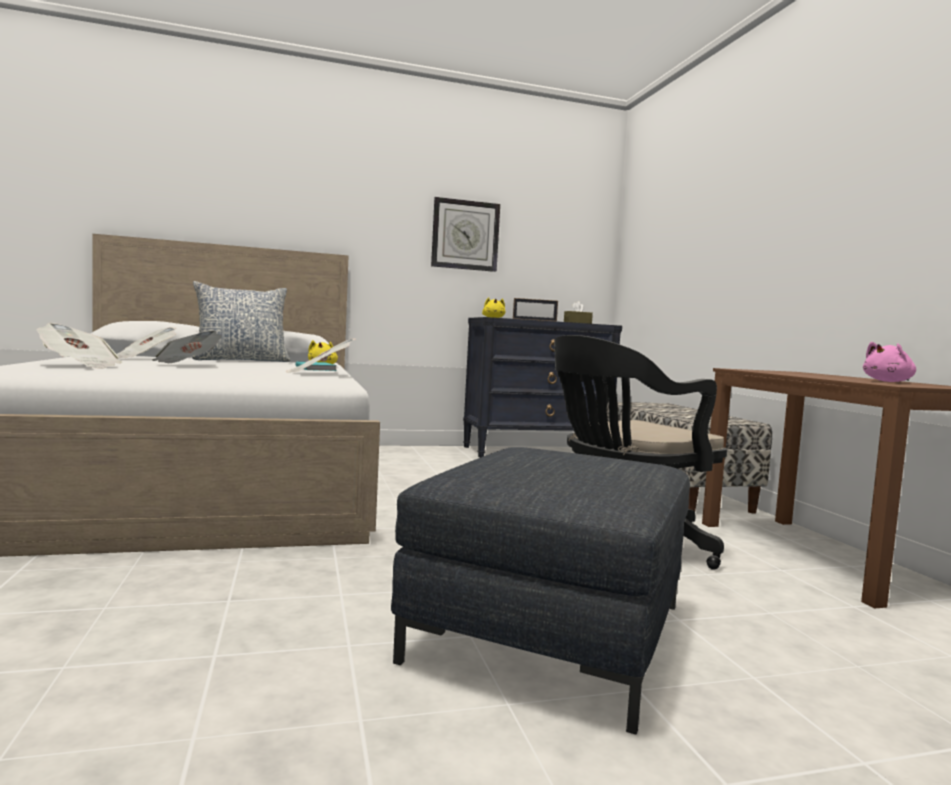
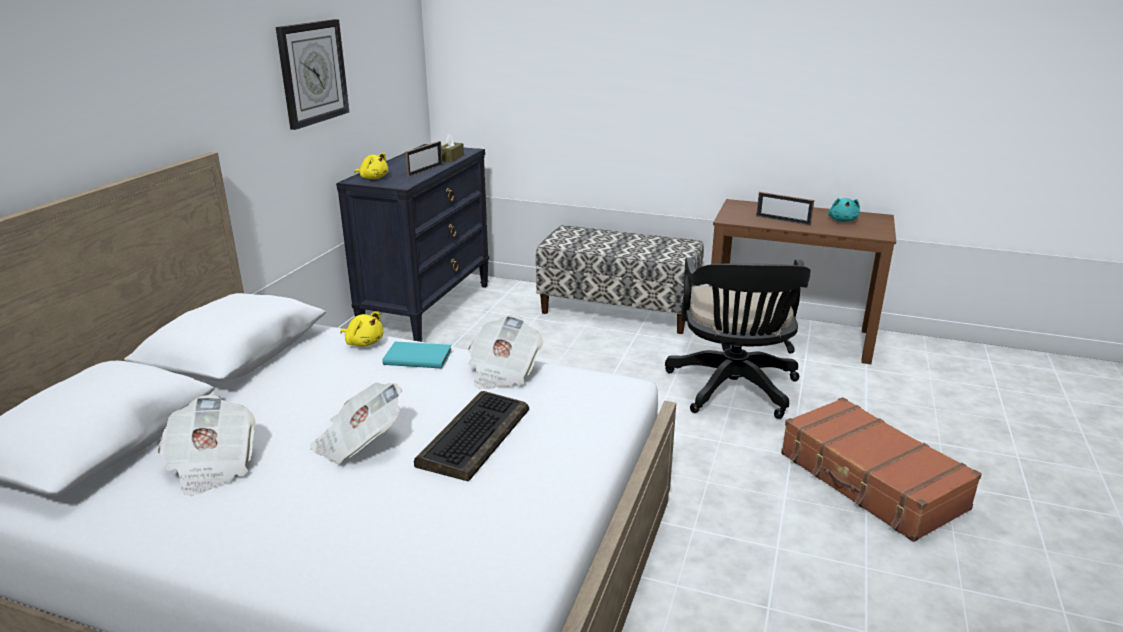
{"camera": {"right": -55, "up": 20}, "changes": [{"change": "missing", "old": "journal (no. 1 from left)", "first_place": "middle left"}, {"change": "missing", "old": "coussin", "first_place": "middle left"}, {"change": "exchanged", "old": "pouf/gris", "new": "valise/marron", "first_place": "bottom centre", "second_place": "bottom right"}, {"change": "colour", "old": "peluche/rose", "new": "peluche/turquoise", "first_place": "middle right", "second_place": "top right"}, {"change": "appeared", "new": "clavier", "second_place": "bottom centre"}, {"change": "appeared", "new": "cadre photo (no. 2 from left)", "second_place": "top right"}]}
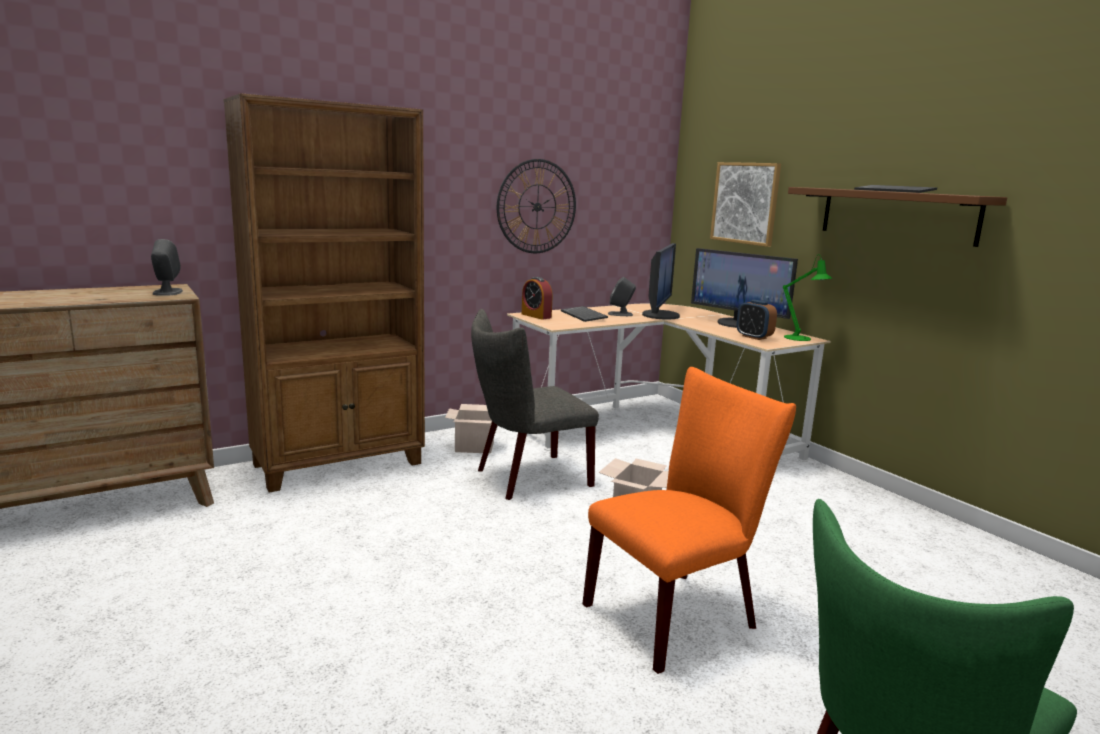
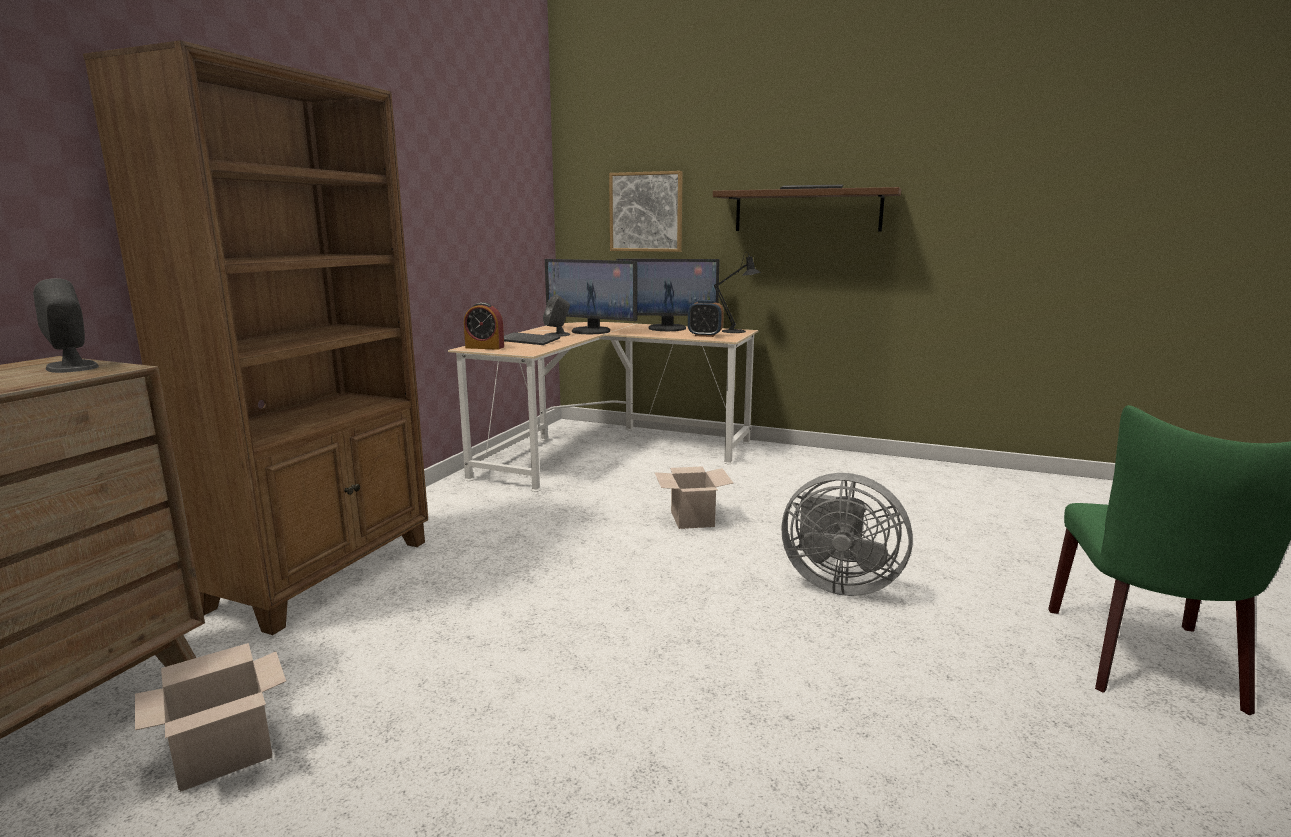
{"camera": {"right": -35, "up": 0}, "changes": [{"change": "relocated", "old": "carton (no. 1 from left)", "first_place": "centre", "second_place": "bottom left"}, {"change": "missing", "old": "chaise/gris", "first_place": "centre"}, {"change": "missing", "old": "horloge murale", "first_place": "top centre"}, {"change": "exchanged", "old": "chaise/orange", "new": "ventilateur/gris", "first_place": "bottom centre", "second_place": "centre"}, {"change": "spun", "old": "écran d'ordinateur (no. 1 from left)", "first_place": "centre", "second_place": "centre", "degrees": 135}, {"change": "colour", "old": "lampe de table/vert", "new": "lampe de table/noir", "first_place": "middle right", "second_place": "centre"}]}
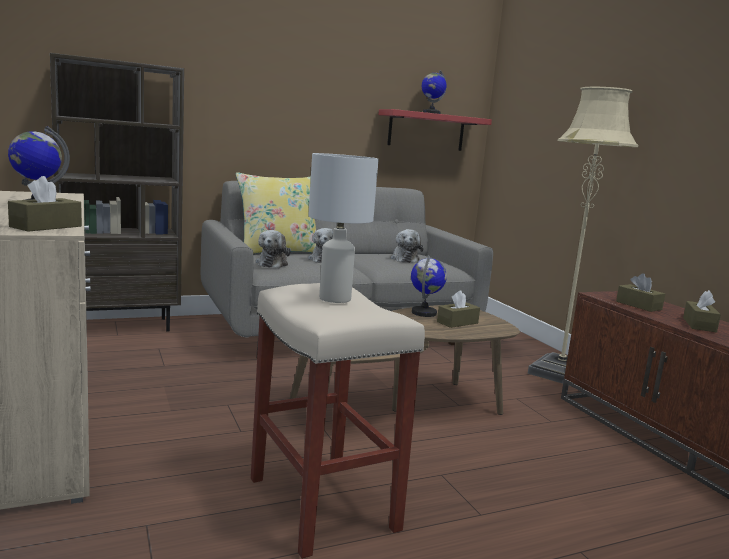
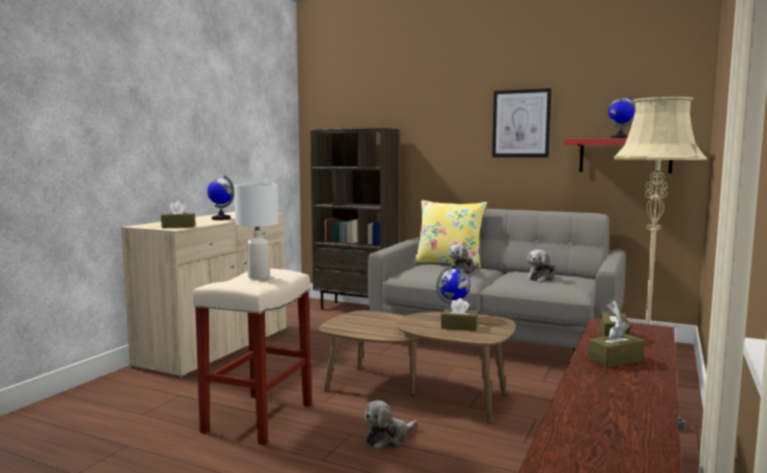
{"camera": {"right": 50, "up": -5}, "changes": [{"change": "relocated", "old": "peluche (no. 1 from left)", "first_place": "centre", "second_place": "bottom centre"}, {"change": "appeared", "new": "tableau", "second_place": "top right"}]}
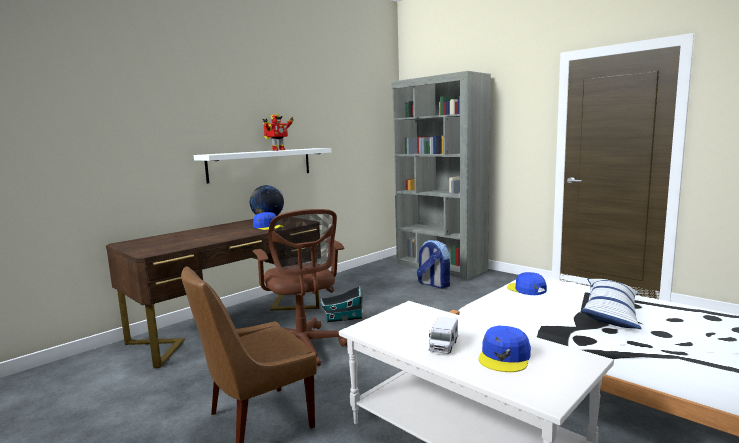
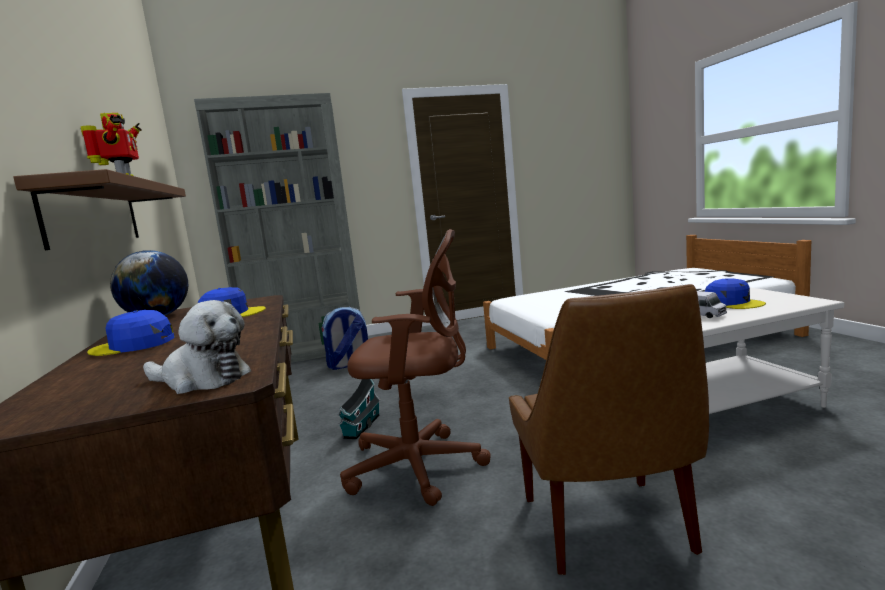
{"camera": {"right": -60, "up": 0}, "changes": [{"change": "colour", "old": "étagère/blanc", "new": "étagère/marron", "first_place": "centre", "second_place": "middle left"}, {"change": "relocated", "old": "casquette/bleu (no. 3 from left in the first image)", "new": "casquette/bleu (no. 1 from left)", "first_place": "middle right", "second_place": "middle left"}, {"change": "missing", "old": "coussin", "first_place": "bottom right"}, {"change": "appeared", "new": "peluche", "second_place": "middle left"}]}
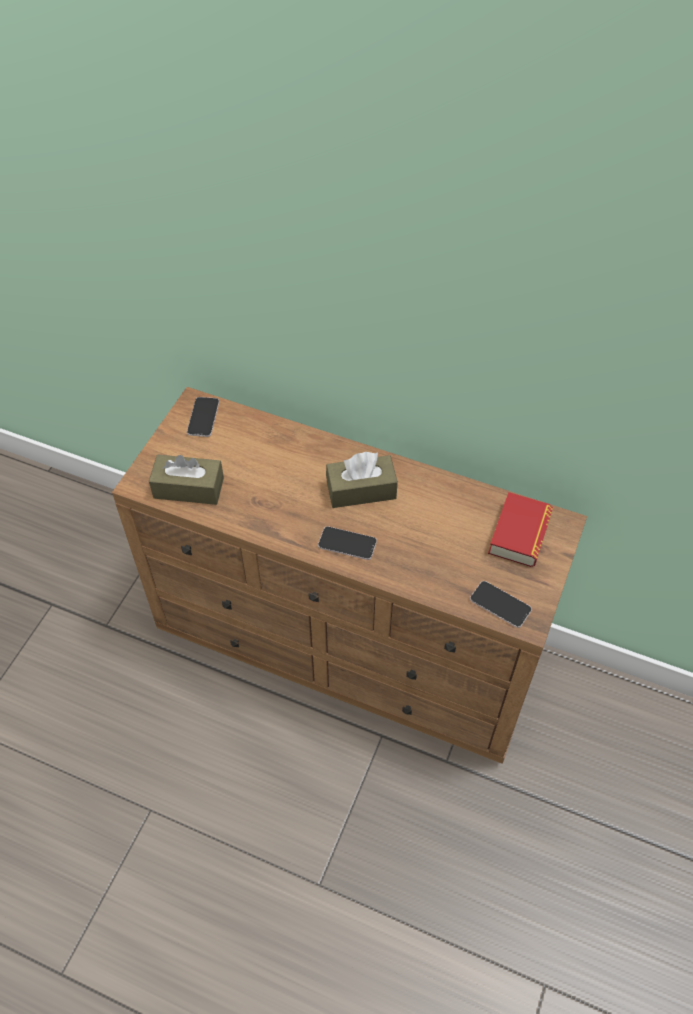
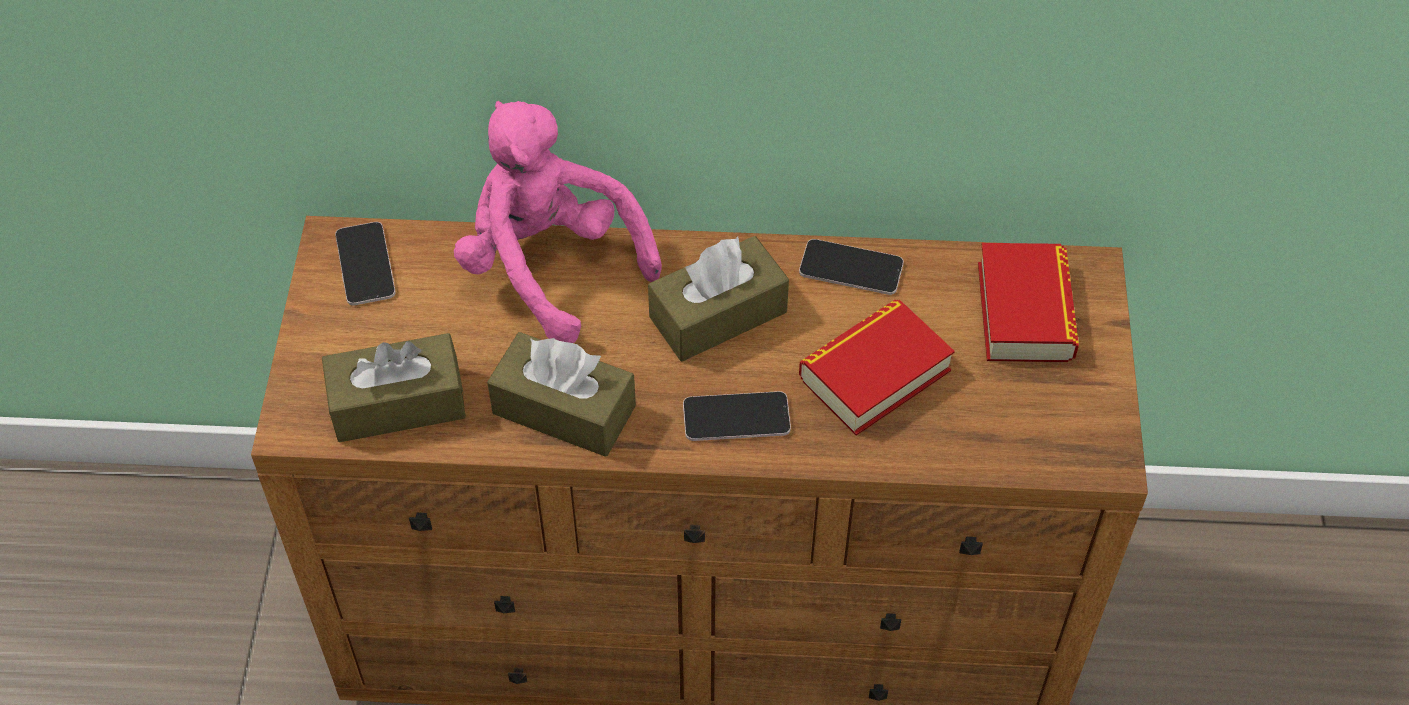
{"camera": {"right": -20, "up": 0}, "changes": [{"change": "relocated", "old": "téléphone (no. 3 from left)", "first_place": "middle right", "second_place": "centre"}, {"change": "appeared", "new": "peluche/rose", "second_place": "top centre"}, {"change": "appeared", "new": "boîte à mouchoirs/marron (no. 2 from left)", "second_place": "centre"}, {"change": "appeared", "new": "livre (no. 1 from left)", "second_place": "centre"}]}
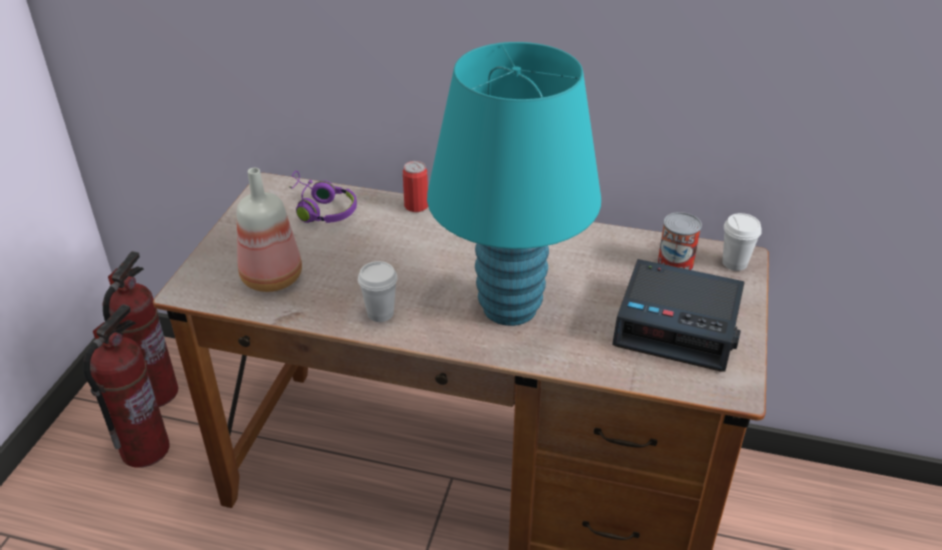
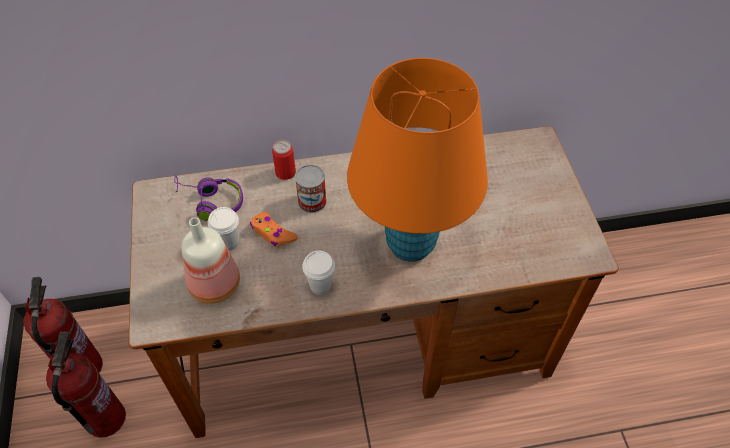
{"camera": {"right": -25, "up": 15}, "changes": [{"change": "colour", "old": "lampe de table/turquoise", "new": "lampe de table/orange", "first_place": "centre", "second_place": "centre"}, {"change": "missing", "old": "réveil", "first_place": "middle right"}, {"change": "relocated", "old": "boîte métallique (no. 2 from left)", "first_place": "middle right", "second_place": "centre"}, {"change": "relocated", "old": "tasse/blanc (no. 2 from left in the first image)", "new": "tasse/blanc (no. 1 from left)", "first_place": "middle right", "second_place": "middle left"}, {"change": "appeared", "new": "manette/orange", "second_place": "centre"}]}
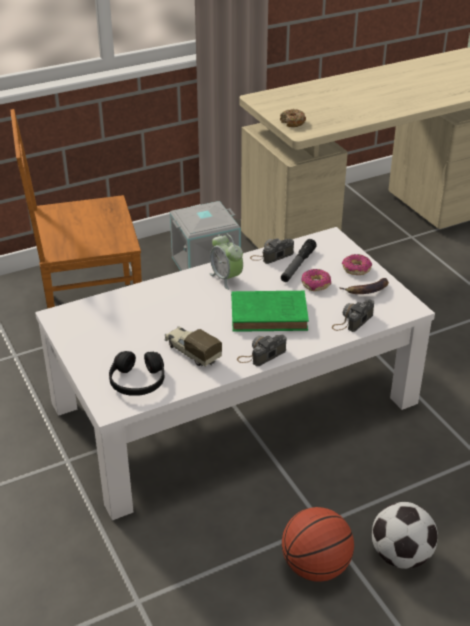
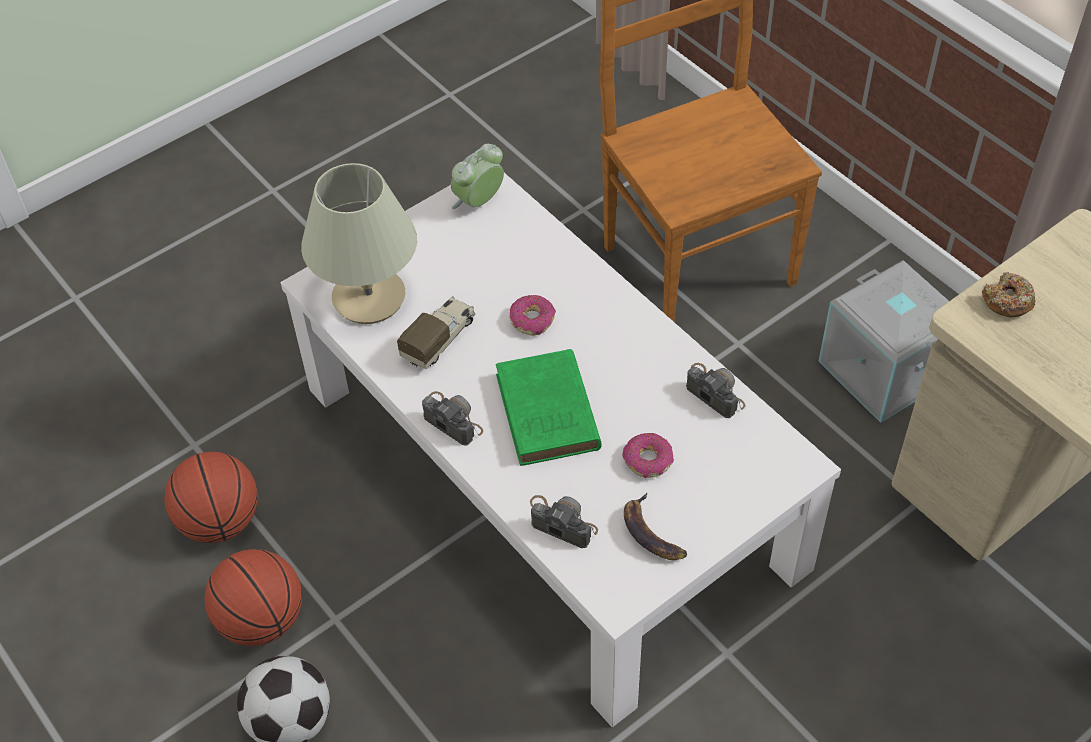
{"camera": {"right": 80, "up": 15}, "changes": [{"change": "exchanged", "old": "casque audio/noir", "new": "lampe de table/beige", "first_place": "middle left", "second_place": "top left"}, {"change": "relocated", "old": "réveil", "first_place": "centre", "second_place": "top centre"}, {"change": "missing", "old": "lampe de poche", "first_place": "centre"}, {"change": "relocated", "old": "beignet (no. 3 from left in the first image)", "new": "beignet (no. 1 from left)", "first_place": "middle right", "second_place": "centre"}, {"change": "appeared", "new": "ballon de basket (no. 1 from left)", "second_place": "bottom left"}]}
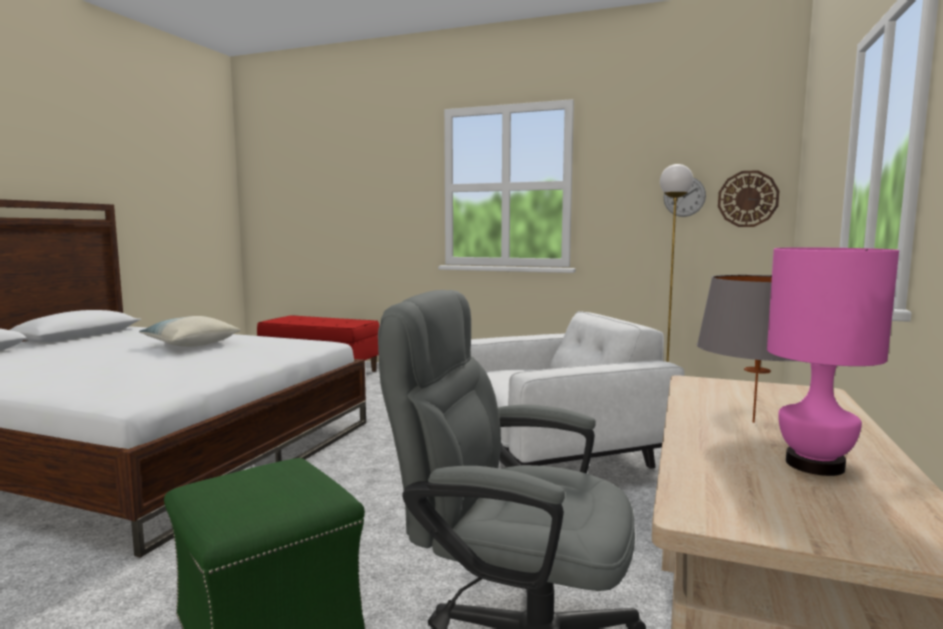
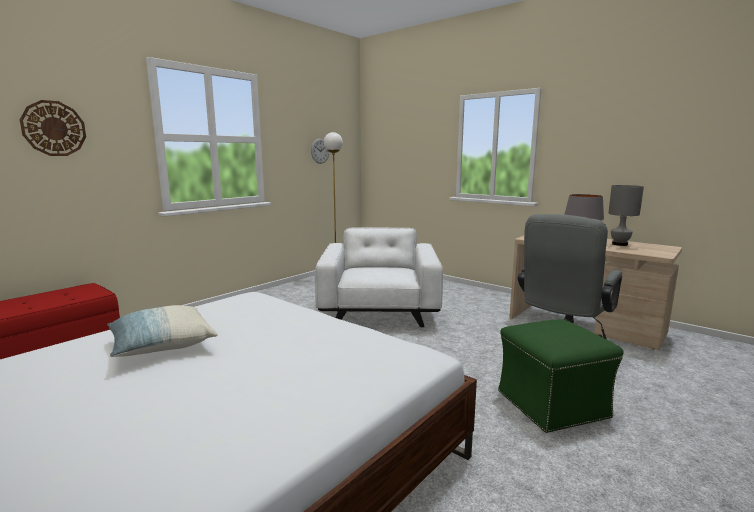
{"camera": {"right": -70, "up": 5}, "changes": [{"change": "relocated", "old": "horloge murale (no. 2 from left in the first image)", "new": "horloge murale (no. 1 from left)", "first_place": "top right", "second_place": "top left"}, {"change": "colour", "old": "lampe de table/rose", "new": "lampe de table/gris (no. 2 from left)", "first_place": "middle right", "second_place": "middle right"}]}
